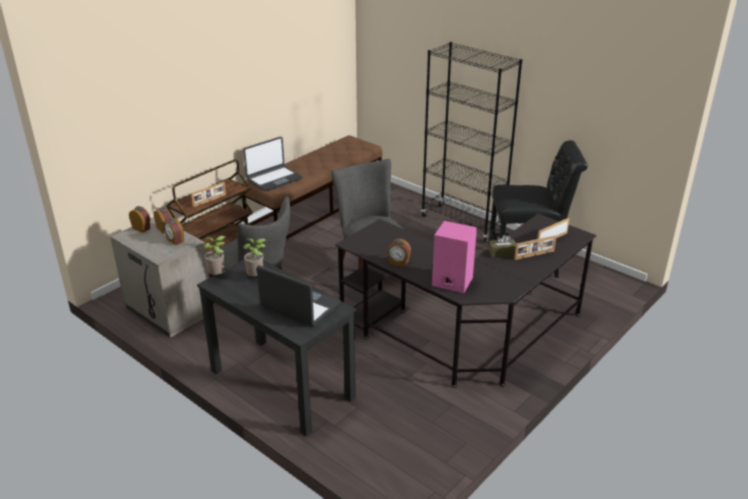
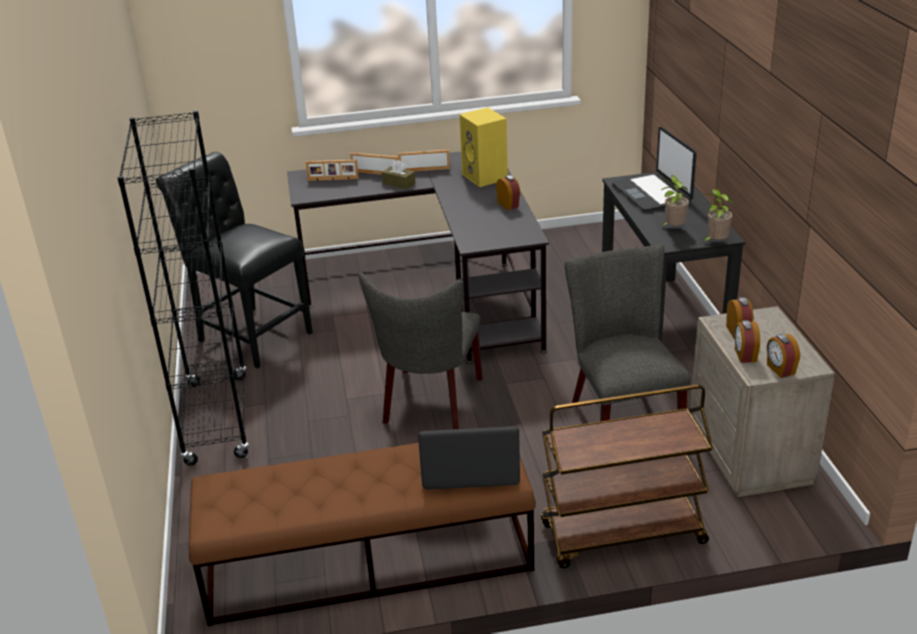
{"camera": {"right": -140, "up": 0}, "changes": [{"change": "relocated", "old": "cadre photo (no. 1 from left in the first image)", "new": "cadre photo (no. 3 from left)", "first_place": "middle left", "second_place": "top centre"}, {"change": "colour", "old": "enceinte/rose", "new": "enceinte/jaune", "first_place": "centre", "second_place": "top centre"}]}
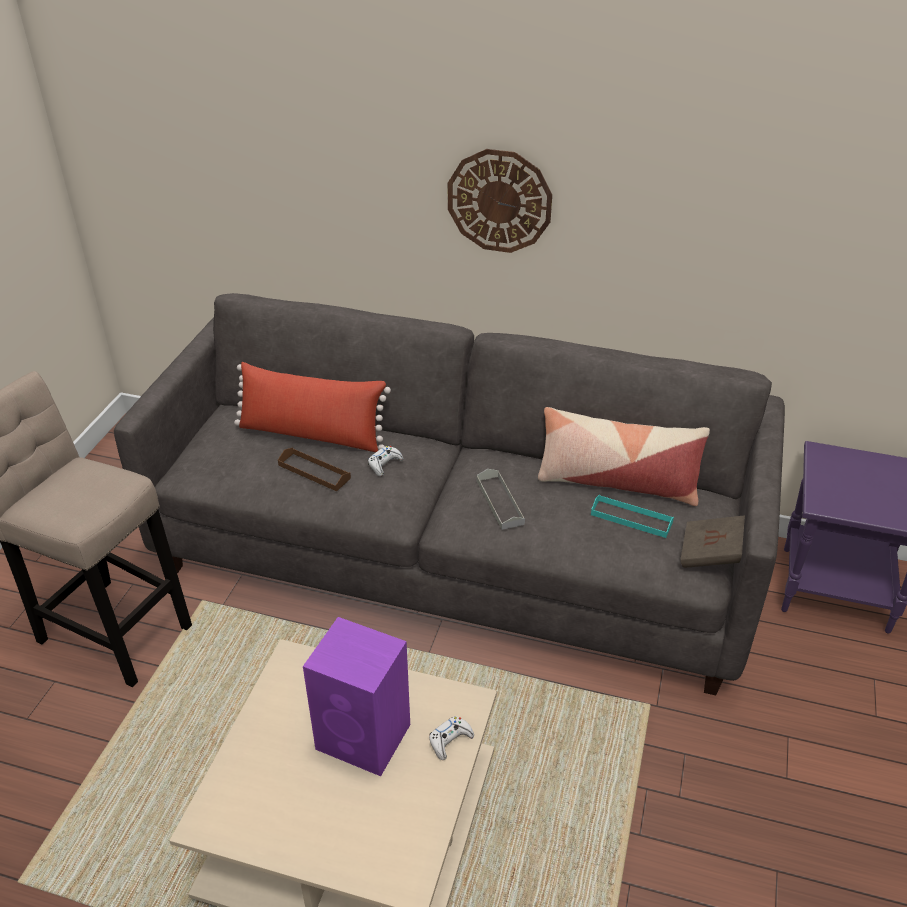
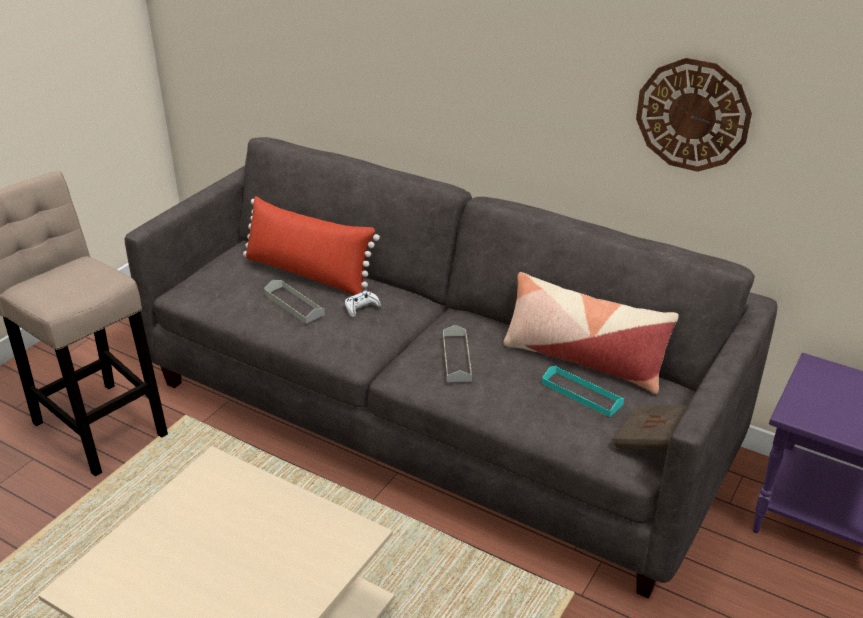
{"camera": {"right": 15, "up": -5}, "changes": [{"change": "colour", "old": "plateau/marron", "new": "plateau/gris (no. 1 from left)", "first_place": "centre", "second_place": "centre"}, {"change": "missing", "old": "enceinte/violet", "first_place": "bottom centre"}, {"change": "missing", "old": "manette/blanc (no. 2 from left)", "first_place": "bottom centre"}, {"change": "relocated", "old": "horloge murale", "first_place": "top centre", "second_place": "top right"}]}
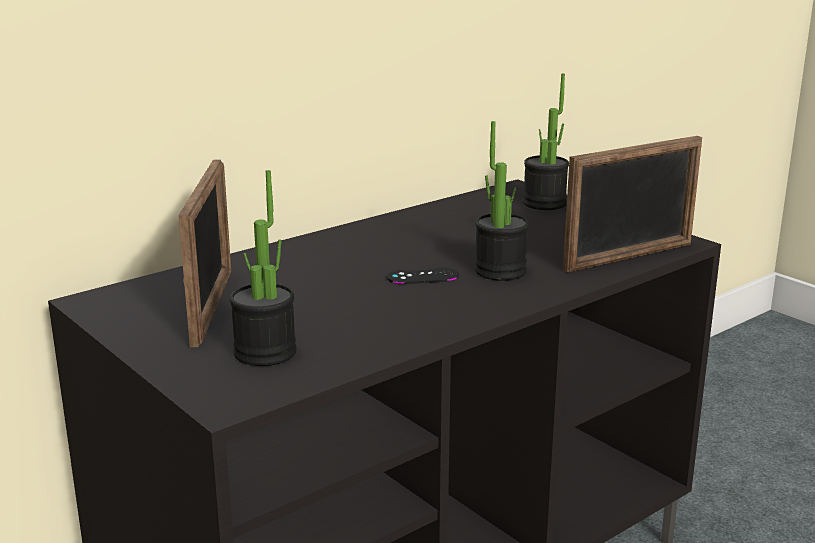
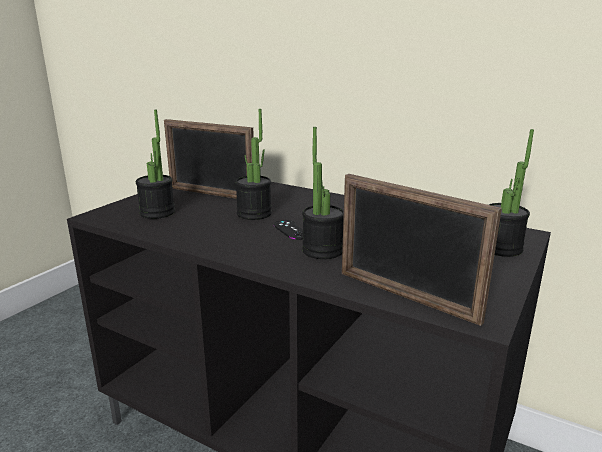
{"camera": {"right": 70, "up": 0}, "changes": [{"change": "spun", "old": "cadre photo (no. 1 from left)", "first_place": "middle left", "second_place": "centre", "degrees": 45}, {"change": "appeared", "new": "plante en pot (no. 2 from left)", "second_place": "centre"}]}
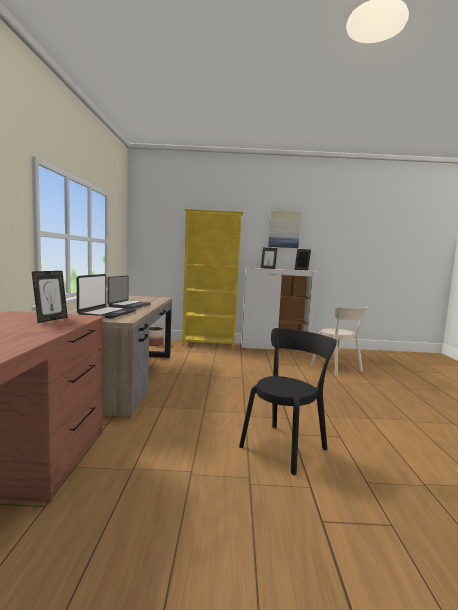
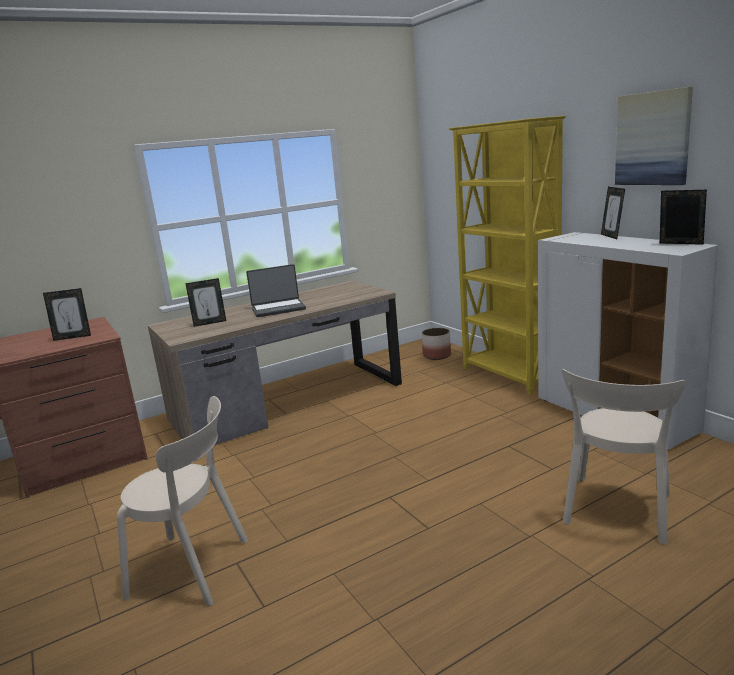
{"camera": {"right": 60, "up": 10}, "changes": [{"change": "exchanged", "old": "ordinateur portable (no. 1 from left)", "new": "cadre photo (no. 2 from left)", "first_place": "middle left", "second_place": "middle left"}, {"change": "colour", "old": "chaise/noir", "new": "chaise/beige (no. 1 from left)", "first_place": "centre", "second_place": "bottom left"}]}
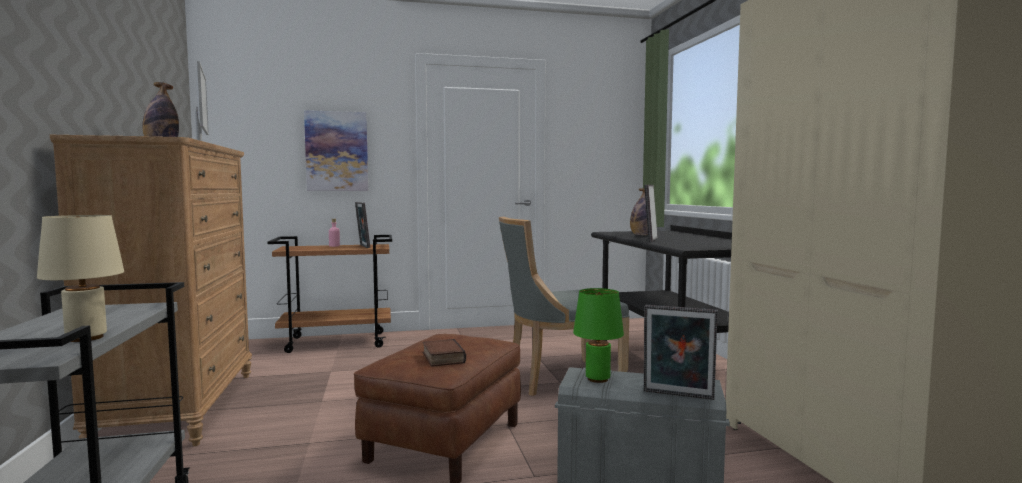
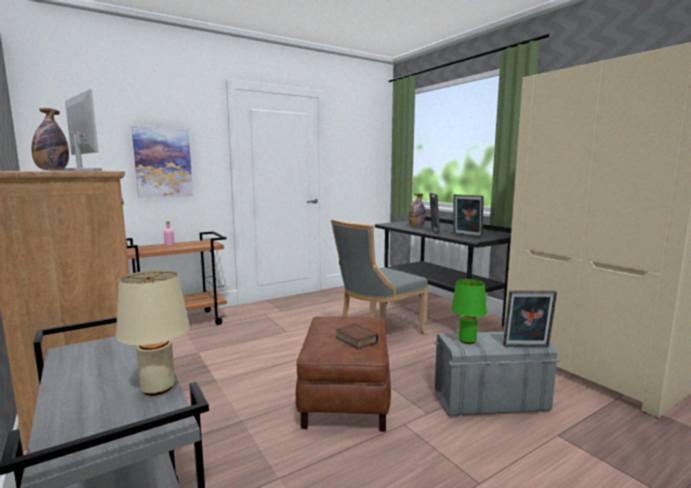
{"camera": {"right": -20, "up": 5}, "changes": [{"change": "relocated", "old": "cadre photo (no. 1 from left in the first image)", "new": "cadre photo (no. 2 from left)", "first_place": "centre", "second_place": "middle right"}]}
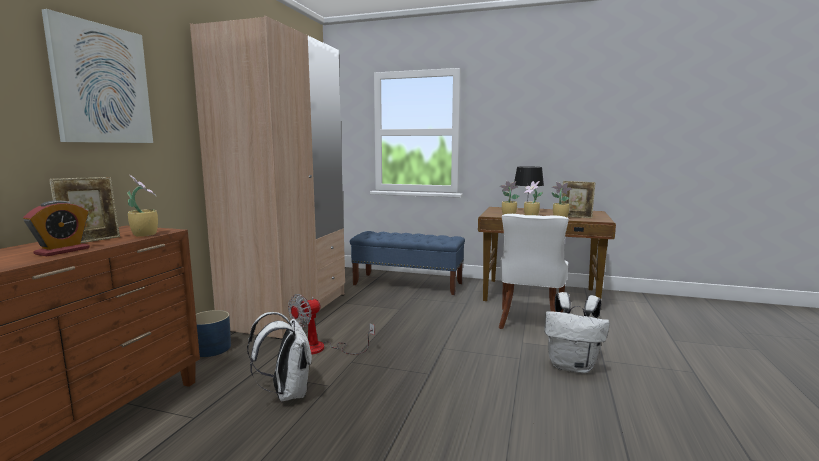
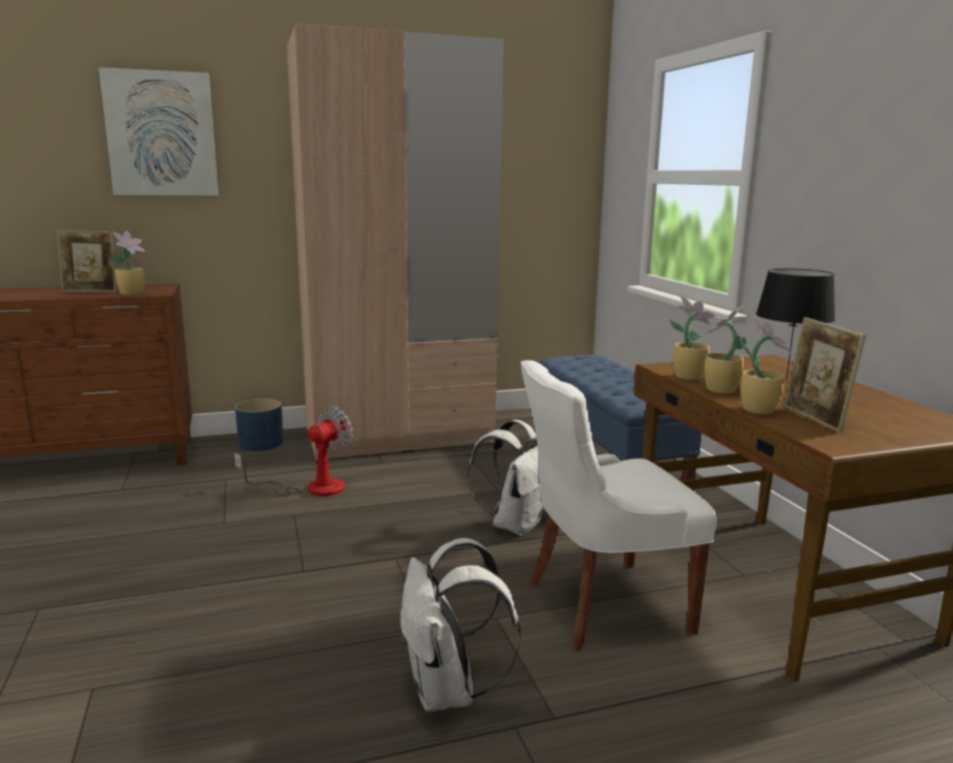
{"camera": {"right": 55, "up": 5}, "changes": [{"change": "missing", "old": "réveil", "first_place": "middle left"}, {"change": "relocated", "old": "sac à dos/blanc (no. 1 from left in the first image)", "new": "sac à dos/blanc (no. 2 from left)", "first_place": "bottom centre", "second_place": "centre"}, {"change": "spun", "old": "ventilateur", "first_place": "bottom centre", "second_place": "middle left", "degrees": 120}]}
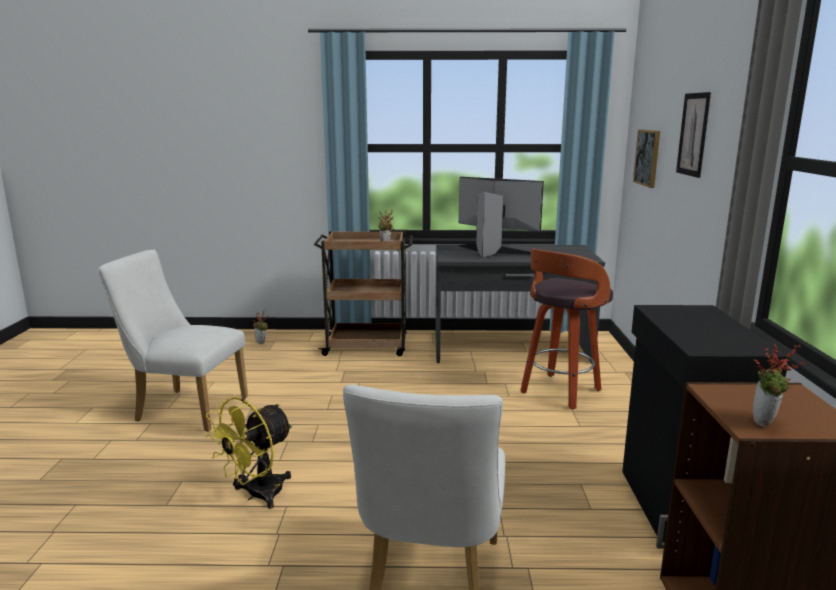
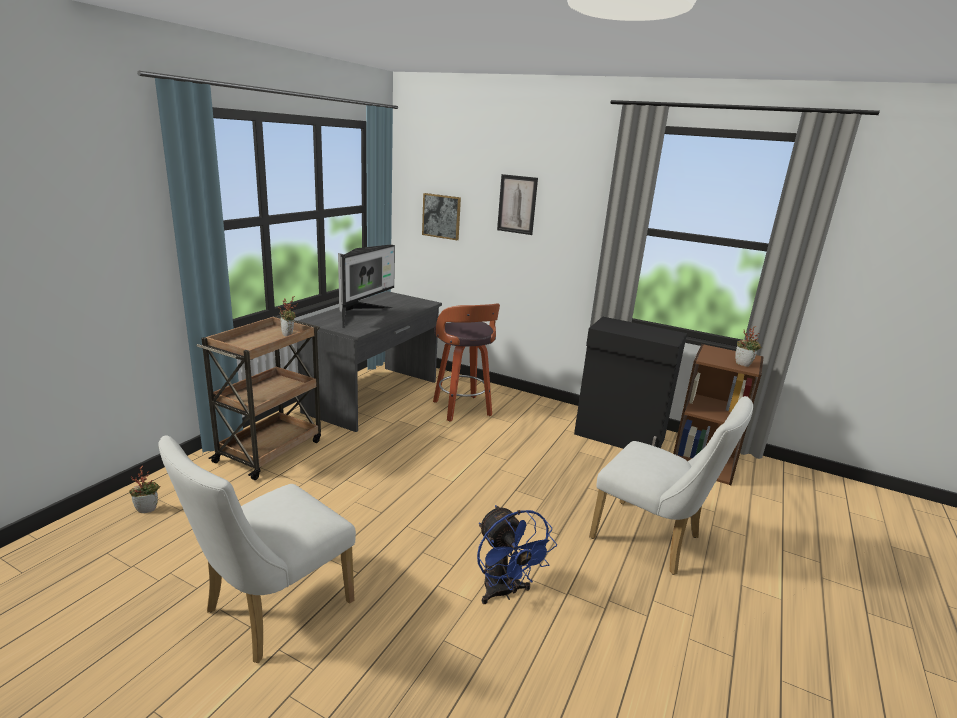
{"camera": {"right": -65, "up": 5}, "changes": [{"change": "colour", "old": "ventilateur/jaune", "new": "ventilateur/bleu", "first_place": "bottom left", "second_place": "bottom centre"}, {"change": "spun", "old": "écran d'ordinateur", "first_place": "centre", "second_place": "centre", "degrees": 150}]}
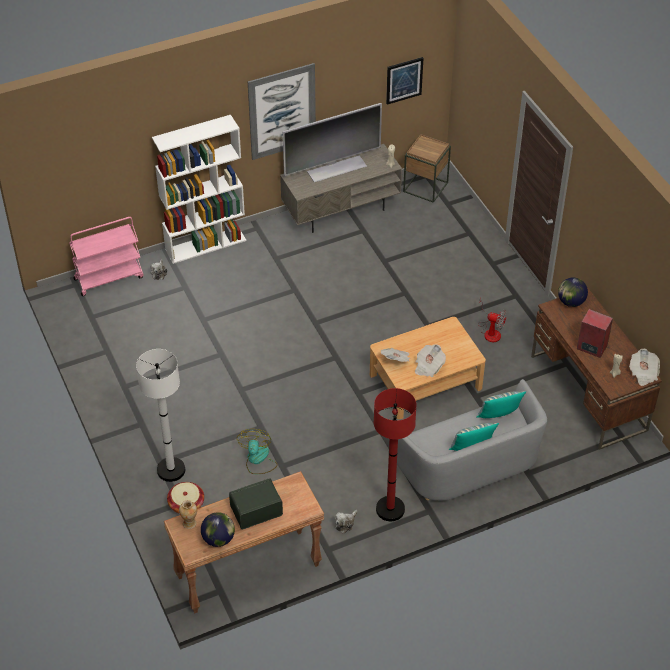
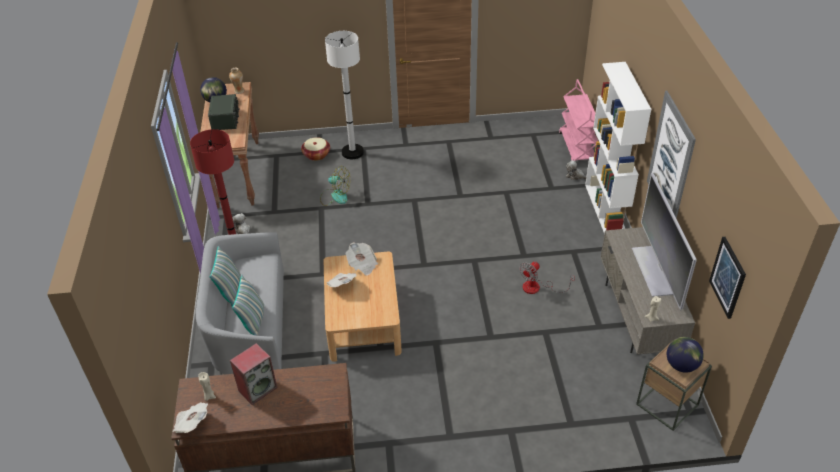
{"camera": {"right": 110, "up": -5}, "changes": [{"change": "relocated", "old": "ventilateur (no. 2 from left)", "first_place": "middle right", "second_place": "centre"}, {"change": "relocated", "old": "globe (no. 2 from left)", "first_place": "middle right", "second_place": "bottom right"}]}
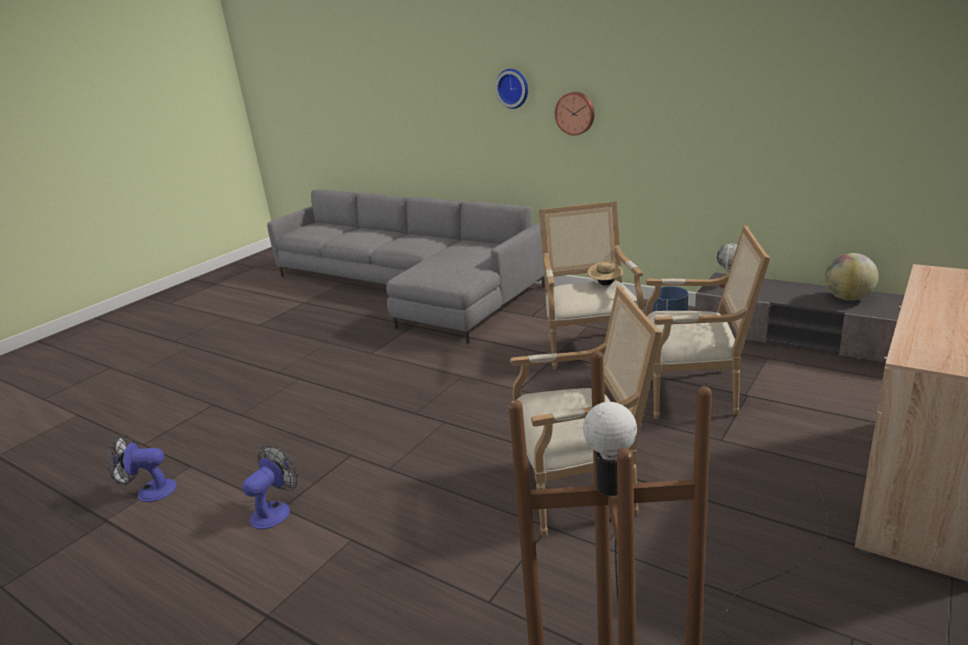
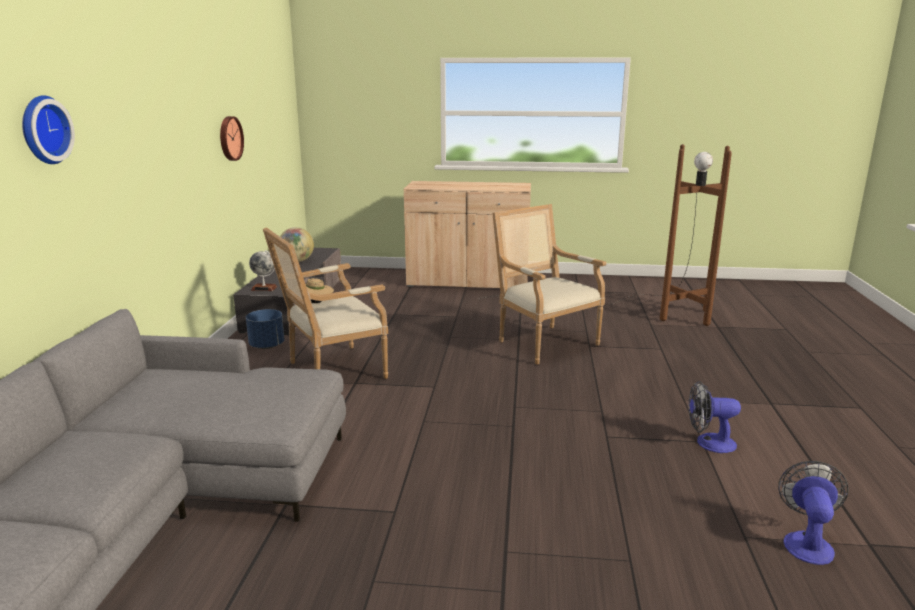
{"camera": {"right": -120, "up": -5}, "changes": [{"change": "spun", "old": "ventilateur (no. 1 from left in the first image)", "first_place": "bottom left", "second_place": "bottom right", "degrees": -135}, {"change": "relocated", "old": "horloge murale (no. 2 from left)", "first_place": "top centre", "second_place": "top left"}, {"change": "missing", "old": "fauteuil (no. 3 from left)", "first_place": "middle right"}]}
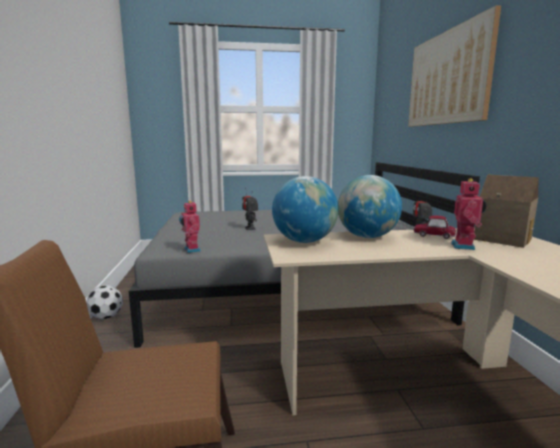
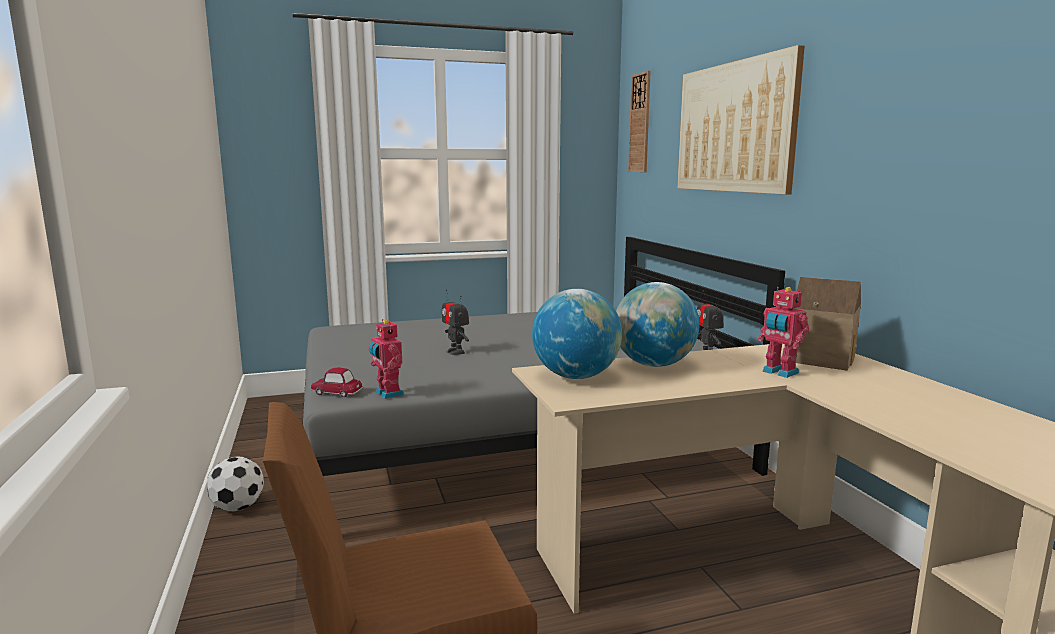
{"camera": {"right": -10, "up": 0}, "changes": [{"change": "relocated", "old": "petite voiture", "first_place": "middle right", "second_place": "middle left"}, {"change": "spun", "old": "robot jouet (no. 4 from left)", "first_place": "middle right", "second_place": "middle right", "degrees": 135}, {"change": "appeared", "new": "horloge murale", "second_place": "top centre"}]}
